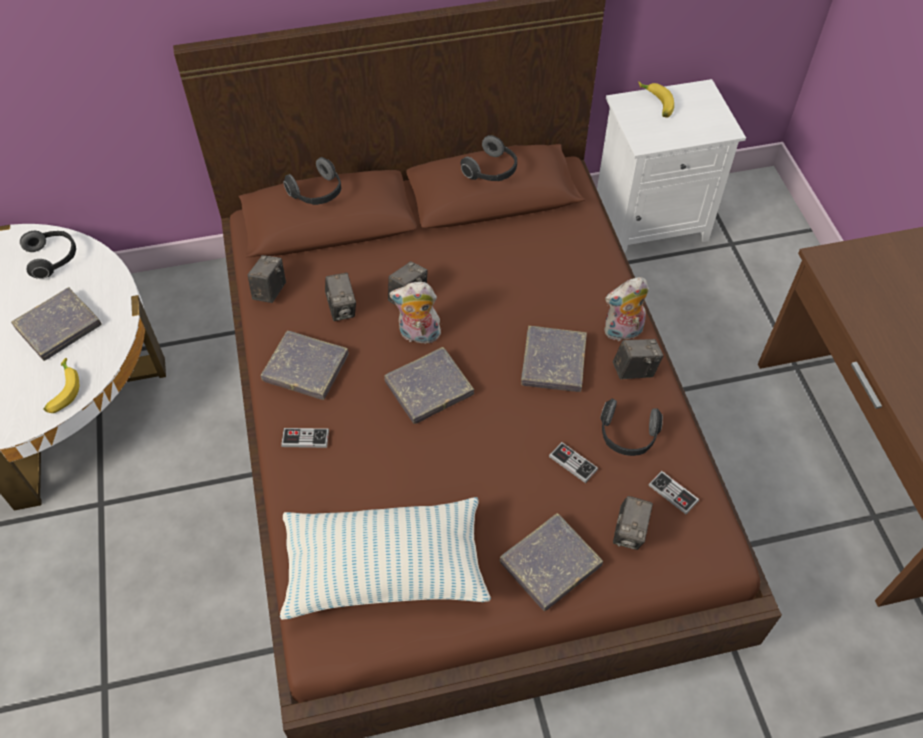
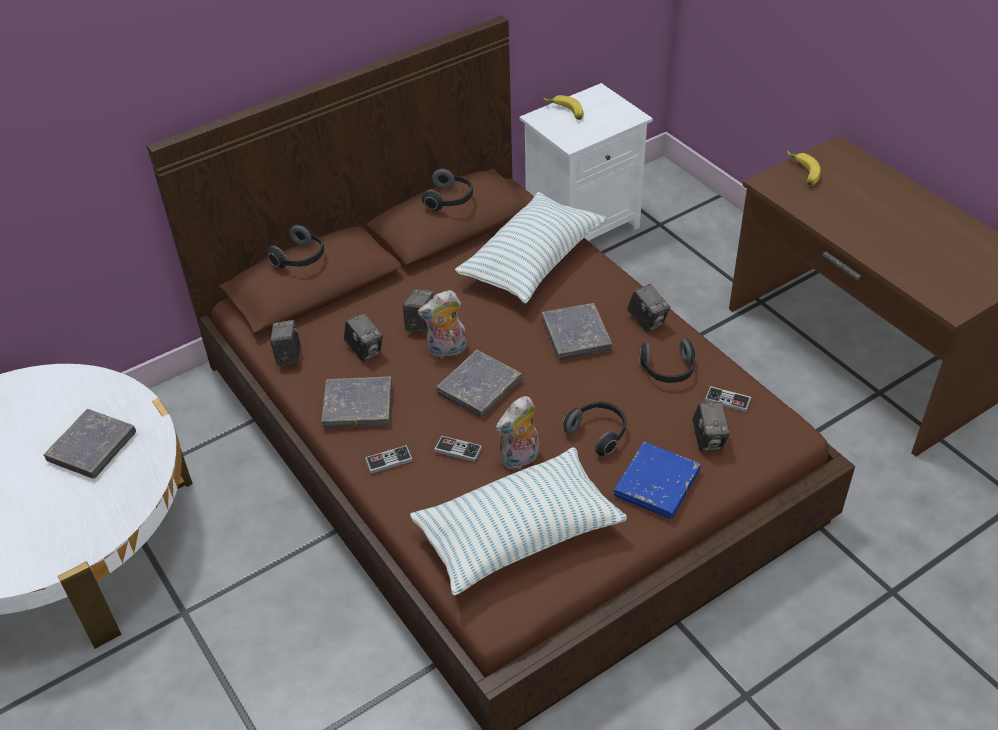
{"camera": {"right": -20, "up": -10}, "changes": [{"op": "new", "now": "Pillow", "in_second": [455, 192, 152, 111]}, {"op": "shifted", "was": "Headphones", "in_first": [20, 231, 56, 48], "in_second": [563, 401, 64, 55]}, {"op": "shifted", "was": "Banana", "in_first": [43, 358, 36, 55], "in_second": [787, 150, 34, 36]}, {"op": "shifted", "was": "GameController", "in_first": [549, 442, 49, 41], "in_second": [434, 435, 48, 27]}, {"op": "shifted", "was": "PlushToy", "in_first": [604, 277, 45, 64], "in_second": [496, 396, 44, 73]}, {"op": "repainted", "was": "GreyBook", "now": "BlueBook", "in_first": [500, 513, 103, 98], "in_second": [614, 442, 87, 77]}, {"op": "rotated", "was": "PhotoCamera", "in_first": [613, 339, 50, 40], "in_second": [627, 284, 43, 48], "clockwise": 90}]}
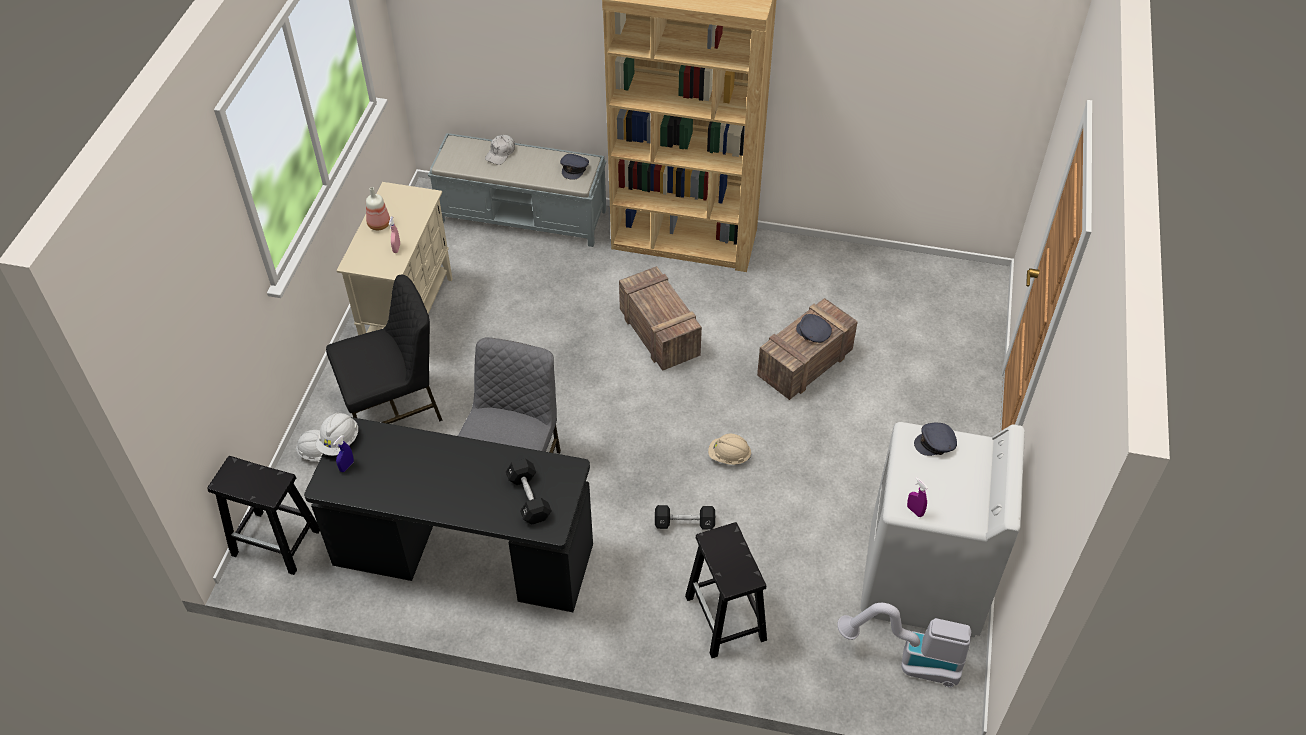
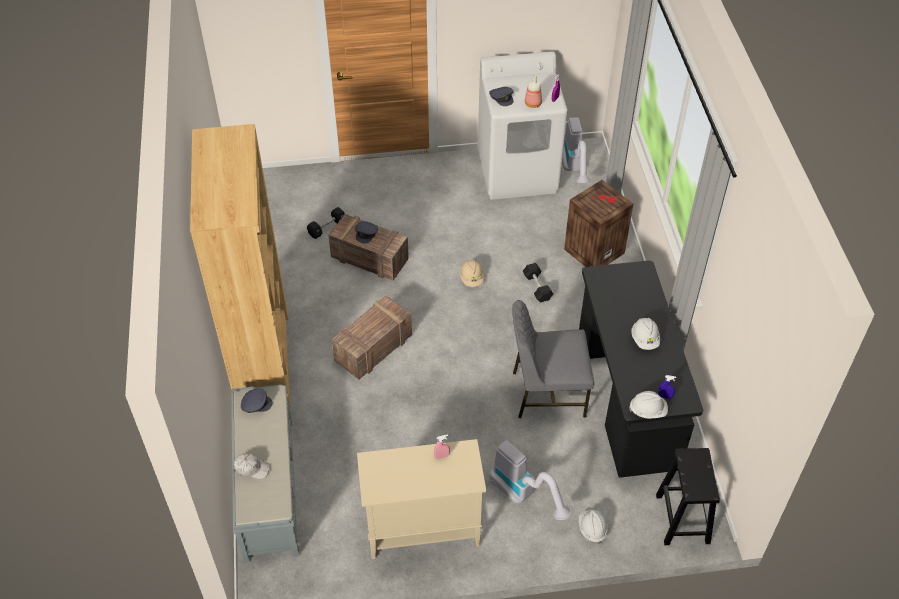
{"camera": {"right": -110, "up": 0}, "changes": [{"op": "new", "now": "WhiteHardHat", "in_second": [631, 318, 29, 32]}, {"op": "shifted", "was": "Bottle", "in_first": [366, 187, 24, 43], "in_second": [525, 75, 17, 33]}, {"op": "shifted", "was": "BlackDumbbell", "in_first": [506, 458, 46, 67], "in_second": [307, 207, 38, 32]}, {"op": "swapped", "was": "BlackChair", "now": "VacuumCleaner", "in_first": [326, 275, 117, 149], "in_second": [490, 440, 82, 80]}, {"op": "swapped", "was": "BlackStool", "now": "Crate", "in_first": [685, 522, 82, 136], "in_second": [564, 180, 69, 87]}]}
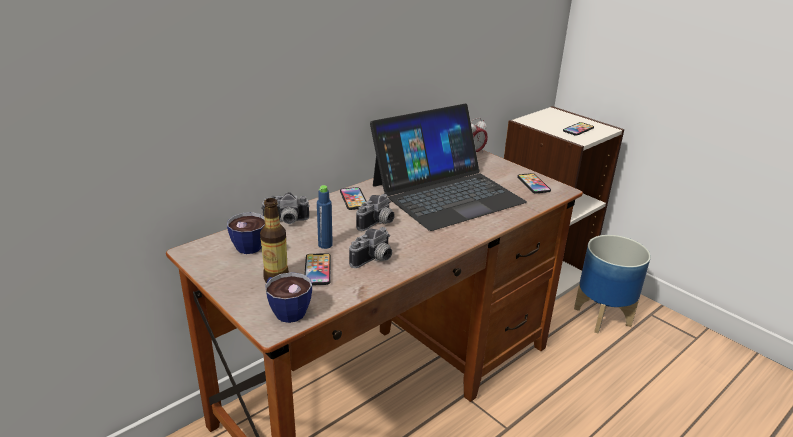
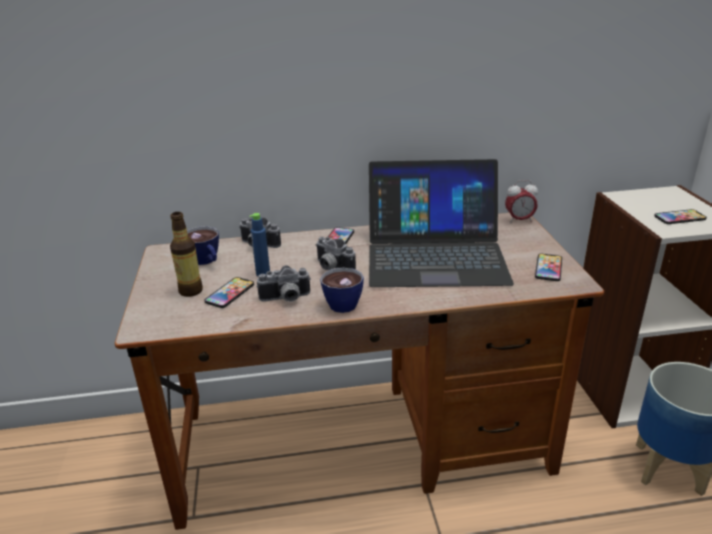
{"camera": {"right": 35, "up": 0}, "changes": [{"op": "shifted", "was": "Cup", "in_first": [265, 272, 47, 51], "in_second": [320, 268, 44, 45]}, {"op": "rotated", "was": "PhotoCamera", "in_first": [356, 194, 39, 37], "in_second": [316, 237, 40, 33], "clockwise": 60}]}
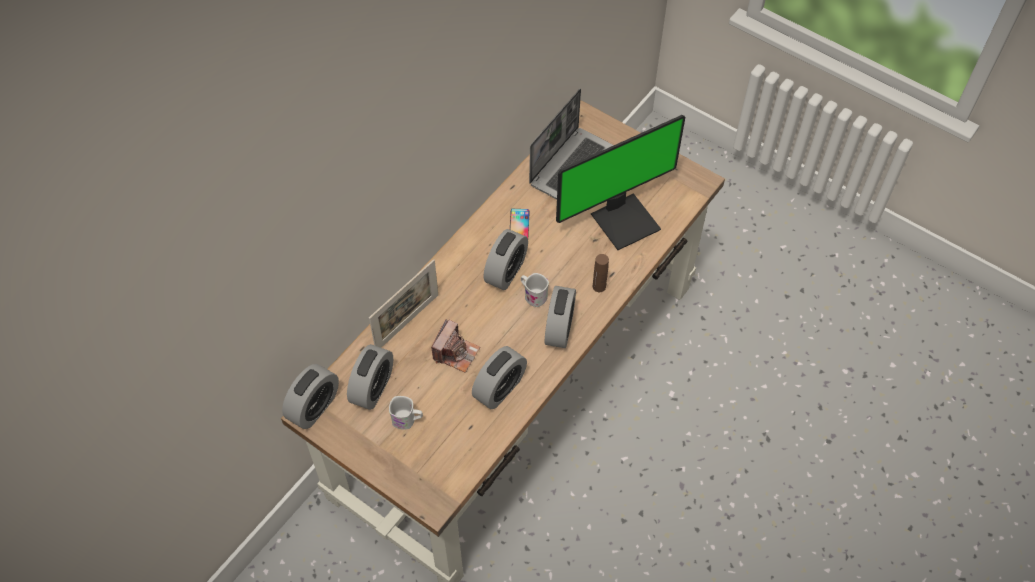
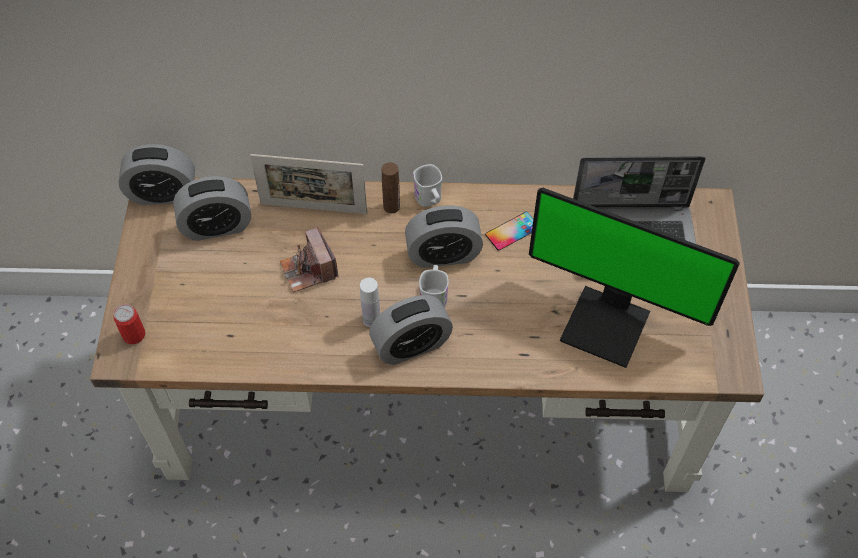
{"camera": {"right": 55, "up": 0}, "changes": [{"op": "gone", "was": "AlarmClock", "in_first": [472, 346, 55, 63]}, {"op": "new", "now": "Can", "in_second": [113, 304, 33, 40]}, {"op": "new", "now": "WhiteBottle", "in_second": [360, 278, 20, 49]}, {"op": "shifted", "was": "WhiteMug", "in_first": [389, 396, 34, 34], "in_second": [413, 164, 29, 43]}, {"op": "shifted", "was": "BrownBottle", "in_first": [593, 254, 16, 38], "in_second": [382, 162, 18, 51]}, {"op": "rotated", "was": "PhotoCamera", "in_first": [431, 319, 49, 53], "in_second": [280, 227, 59, 66], "clockwise": 75}]}
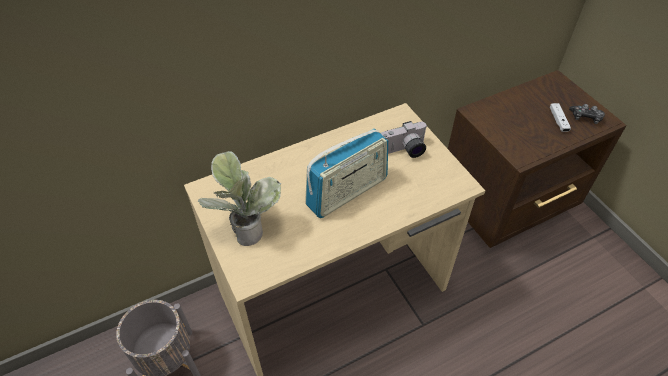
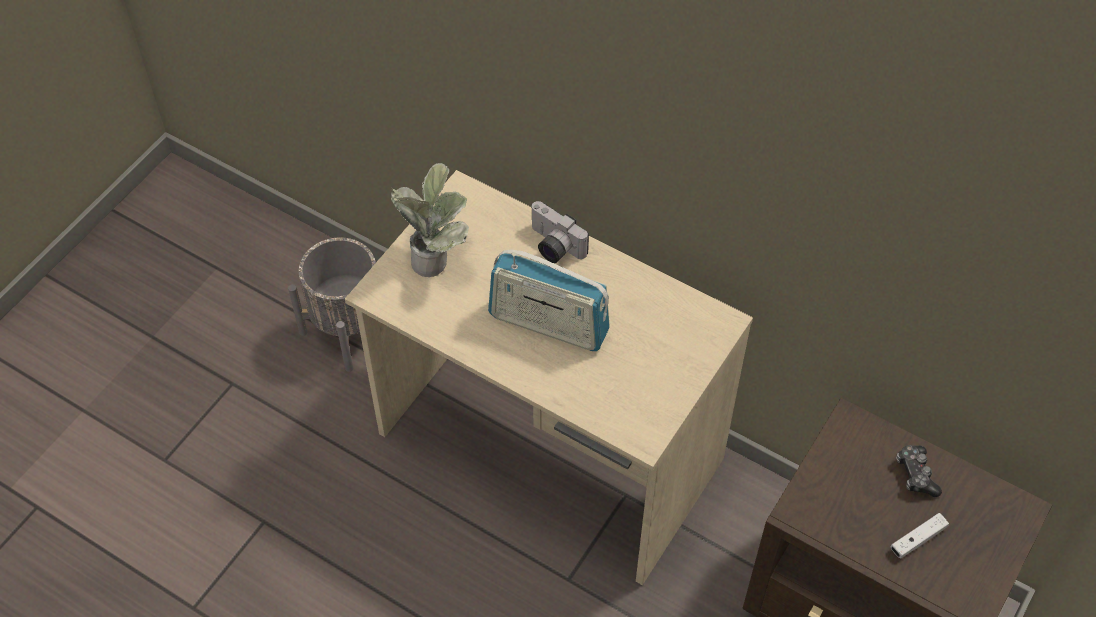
{"camera": {"right": 60, "up": 5}, "changes": [{"op": "shifted", "was": "PhotoCamera", "in_first": [381, 121, 46, 37], "in_second": [530, 201, 59, 62]}, {"op": "shifted", "was": "GameController", "in_first": [569, 104, 36, 20], "in_second": [897, 445, 45, 52]}]}
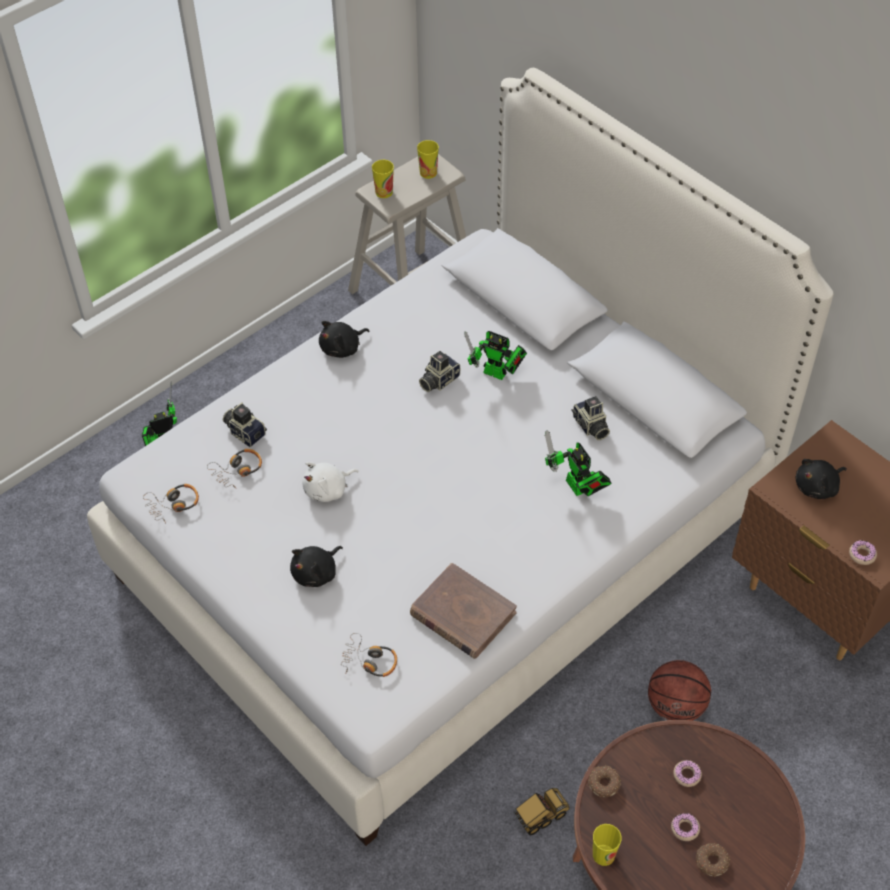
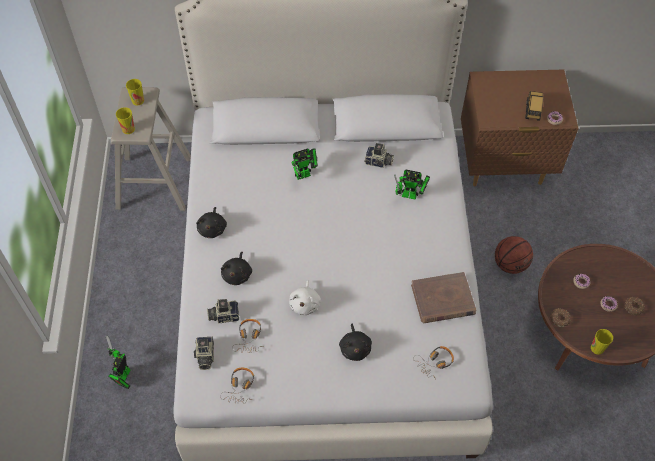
{"camera": {"right": -50, "up": 5}, "changes": [{"op": "shifted", "was": "PhotoCamera", "in_first": [419, 351, 41, 41], "in_second": [194, 336, 20, 34]}, {"op": "shifted", "was": "ToyTruck", "in_first": [514, 788, 56, 48], "in_second": [525, 91, 19, 30]}, {"op": "shifted", "was": "BlackPlushToy", "in_first": [795, 459, 52, 40], "in_second": [221, 252, 31, 33]}]}
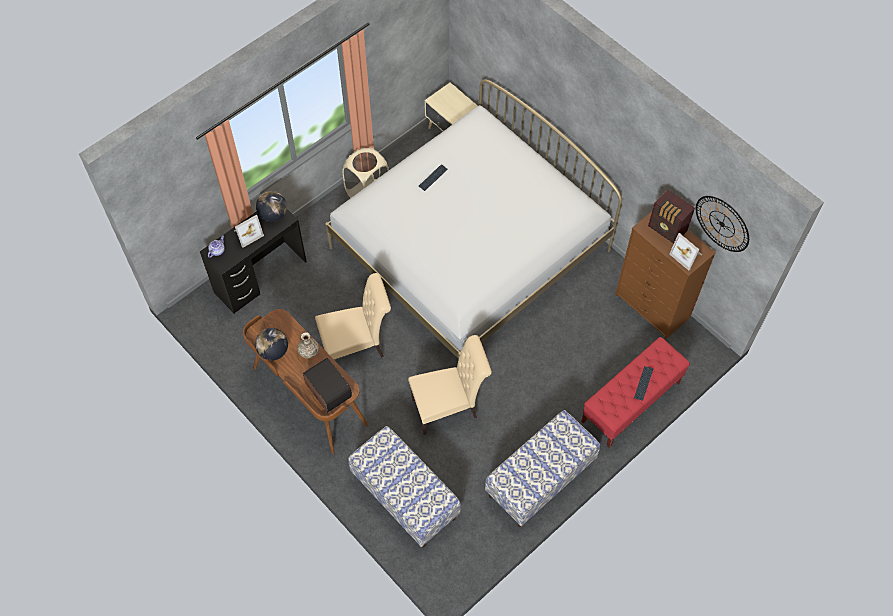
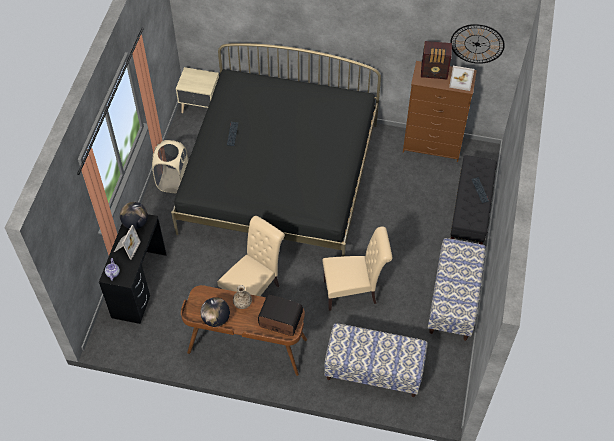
{"camera": {"right": -35, "up": -5}, "changes": [{"op": "repainted", "was": "WhiteBed", "now": "BlackBed", "in_first": [325, 80, 297, 280], "in_second": [171, 43, 210, 214]}, {"op": "repainted", "was": "RedBench", "now": "BlackBench", "in_first": [581, 337, 109, 111], "in_second": [450, 155, 47, 90]}, {"op": "rotated", "was": "BeigeChair", "in_first": [408, 335, 84, 100], "in_second": [322, 227, 70, 84], "clockwise": 45}]}
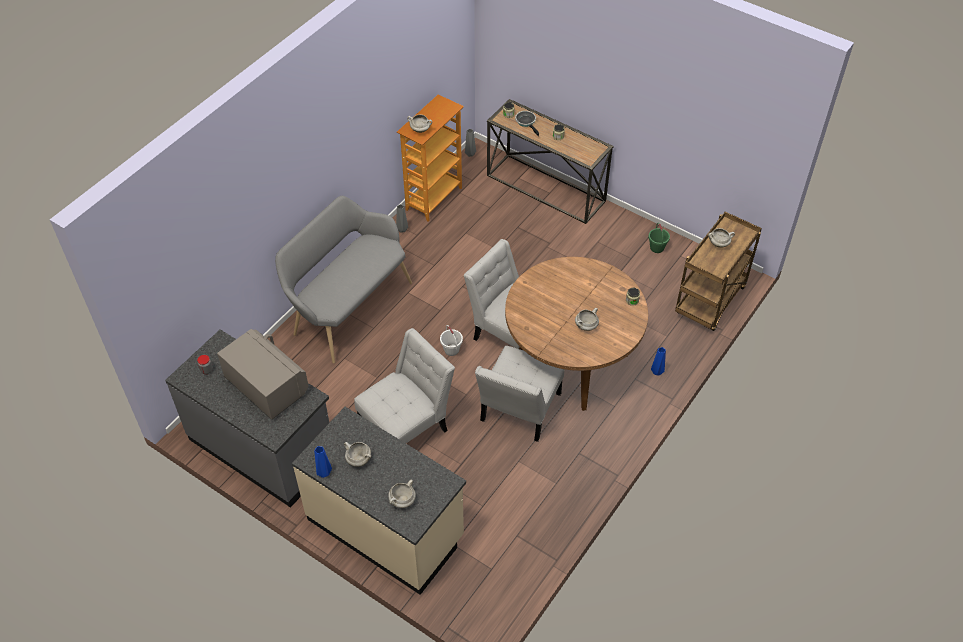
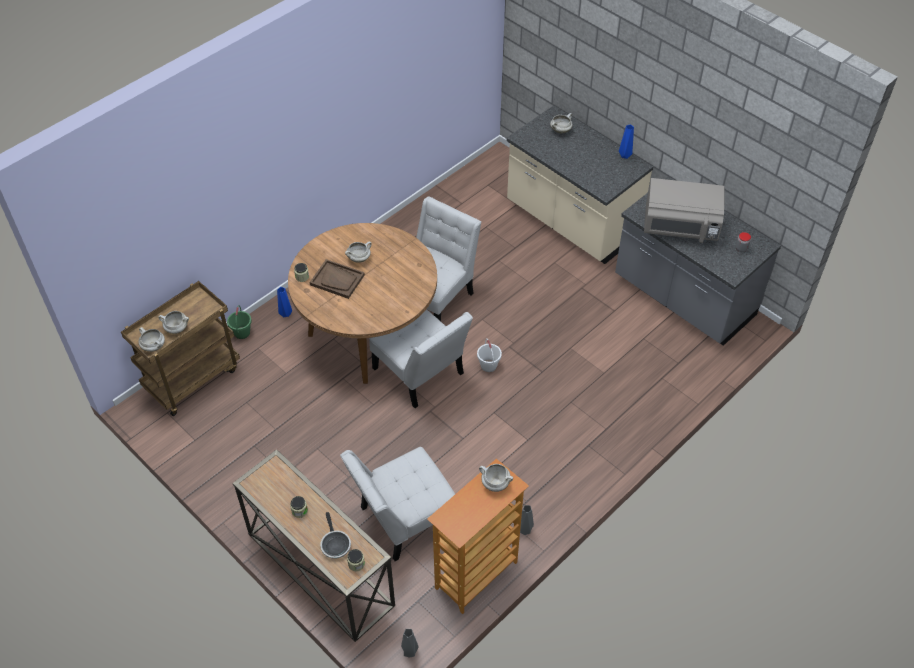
{"camera": {"right": -170, "up": 0}, "changes": [{"op": "gone", "was": "GreyBench", "in_first": [275, 196, 137, 168]}, {"op": "new", "now": "BrownTray", "in_second": [309, 259, 56, 40]}, {"op": "shifted", "was": "WhiteCookingPot", "in_first": [344, 442, 27, 25], "in_second": [138, 327, 27, 25]}, {"op": "shifted", "was": "WhiteChair", "in_first": [354, 328, 101, 115], "in_second": [340, 447, 115, 114]}, {"op": "shifted", "was": "GreenBucket", "in_first": [648, 223, 22, 30], "in_second": [227, 305, 25, 34]}, {"op": "rotated", "was": "GreyMicrowave", "in_first": [217, 329, 92, 91], "in_second": [644, 178, 81, 65], "clockwise": -45}]}
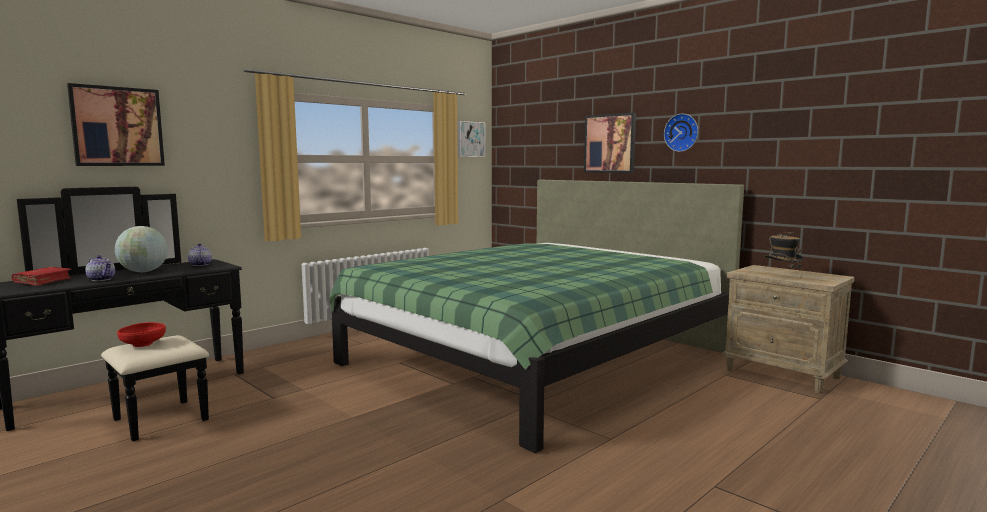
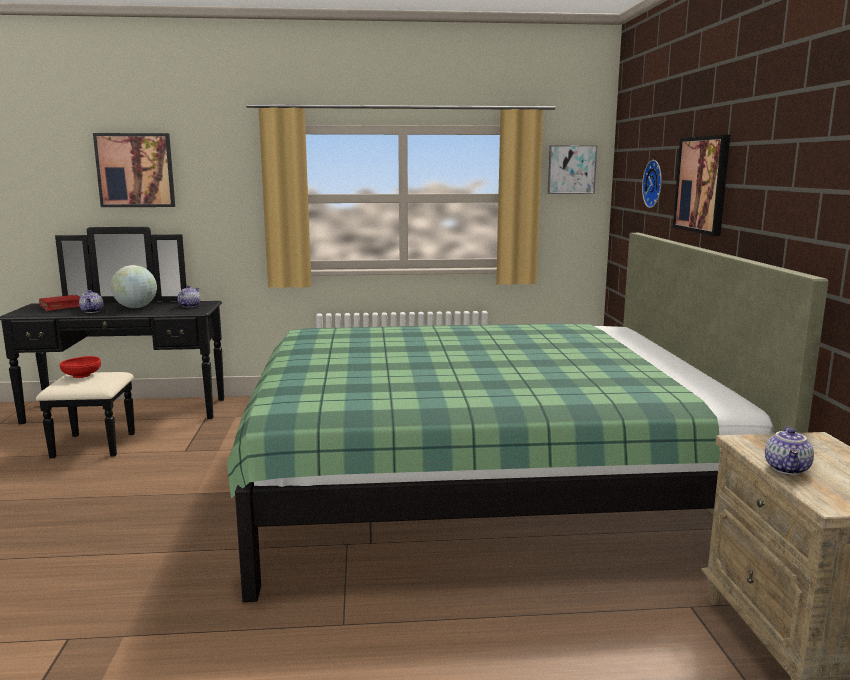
{"camera": {"right": 40, "up": 5}, "changes": [{"op": "shifted", "was": "WallClock", "in_first": [664, 114, 34, 38], "in_second": [642, 160, 20, 48]}, {"op": "swapped", "was": "Hat", "now": "Teapot", "in_first": [764, 232, 39, 37], "in_second": [765, 427, 49, 48]}]}
